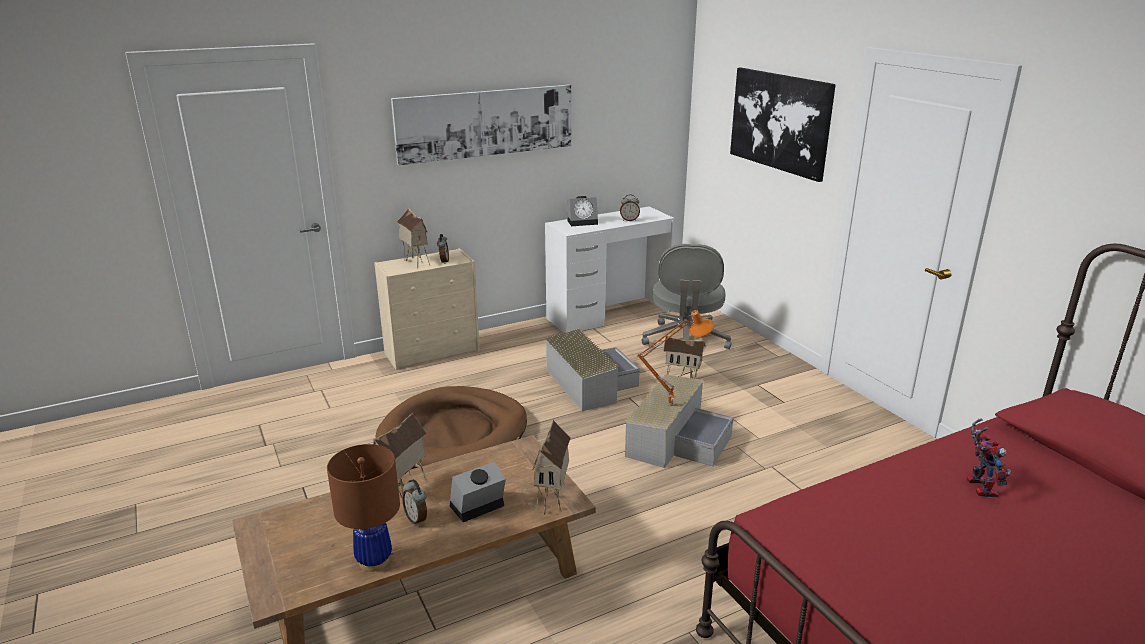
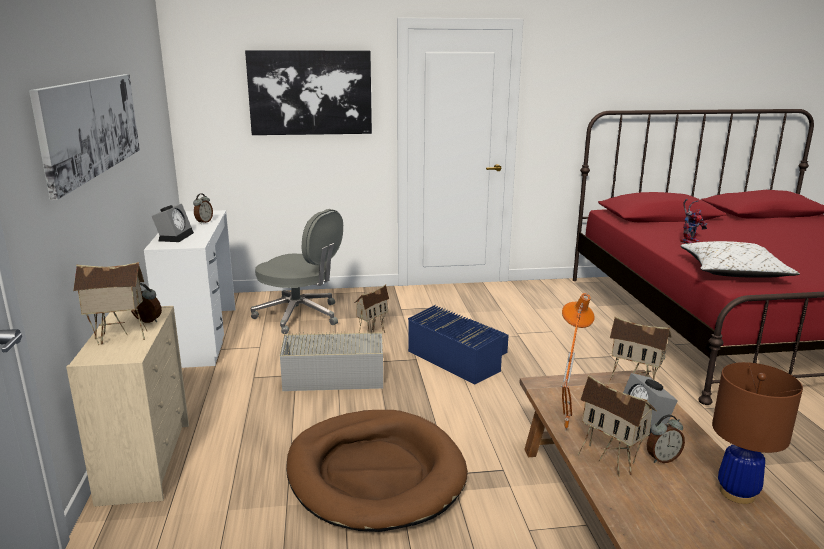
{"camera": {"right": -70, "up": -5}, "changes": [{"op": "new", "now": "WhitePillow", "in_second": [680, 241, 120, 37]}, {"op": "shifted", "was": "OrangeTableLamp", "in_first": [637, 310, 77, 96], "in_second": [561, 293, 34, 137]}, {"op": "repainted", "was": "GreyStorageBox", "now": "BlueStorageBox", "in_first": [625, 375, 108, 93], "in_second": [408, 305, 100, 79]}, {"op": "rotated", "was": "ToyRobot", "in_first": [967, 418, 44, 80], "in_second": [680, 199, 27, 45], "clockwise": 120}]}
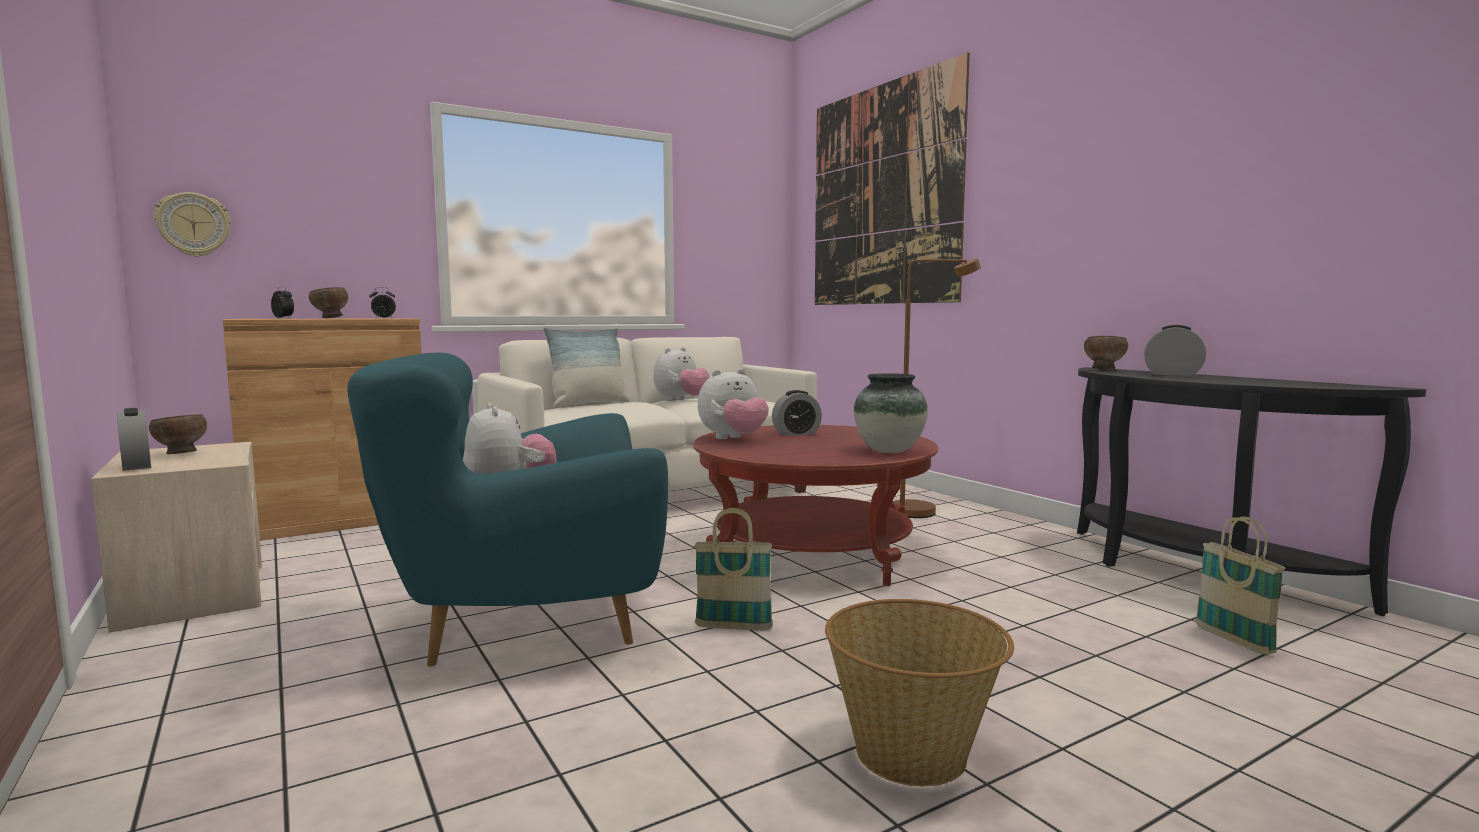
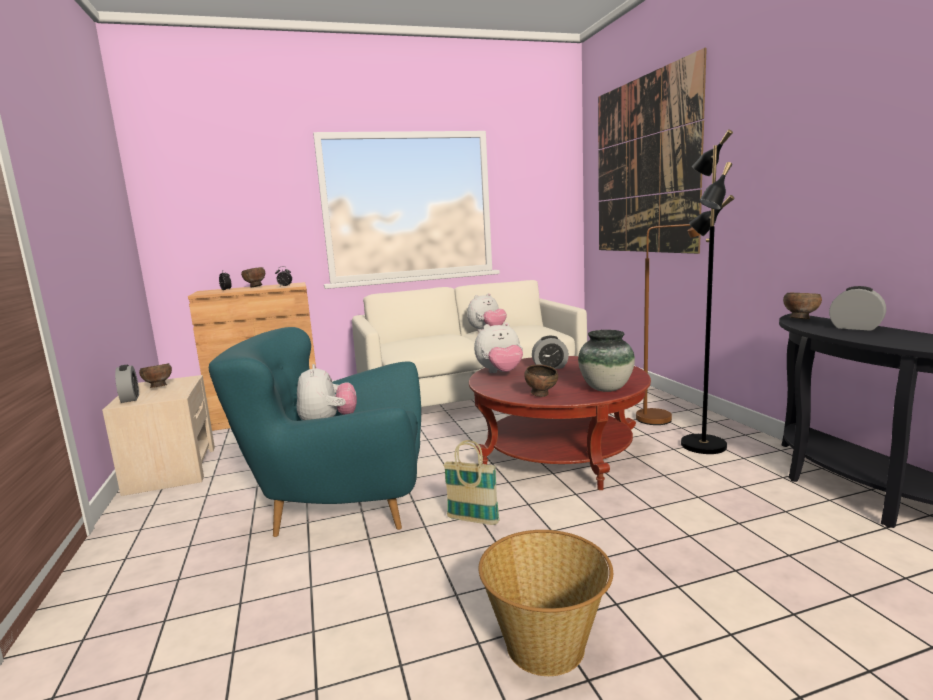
{"camera": {"right": 15, "up": 5}, "changes": [{"op": "gone", "was": "WallClock", "in_first": [154, 192, 77, 65]}, {"op": "gone", "was": "Pillow", "in_first": [543, 328, 87, 80]}, {"op": "gone", "was": "Basket", "in_first": [1195, 517, 91, 138]}, {"op": "new", "now": "BrownBowl", "in_second": [524, 364, 34, 33]}, {"op": "new", "now": "BlackFloorLamp", "in_second": [681, 129, 53, 325]}]}
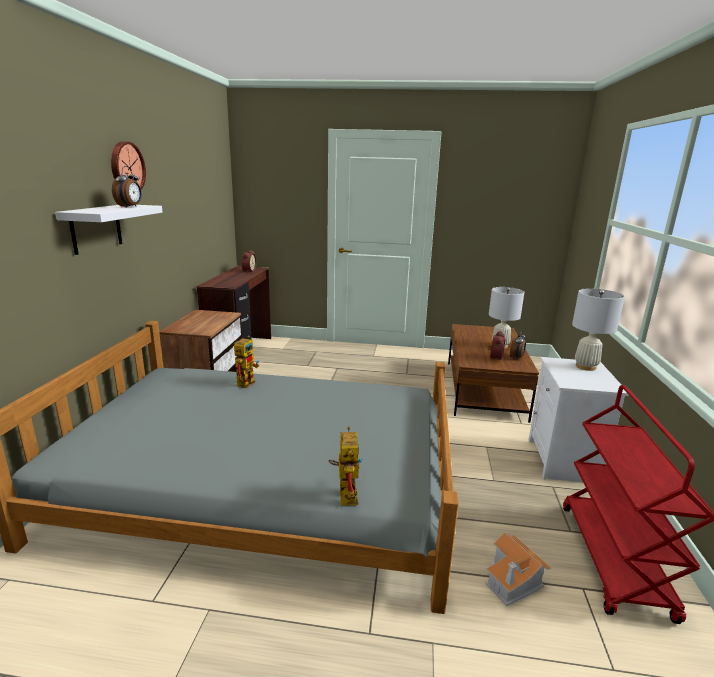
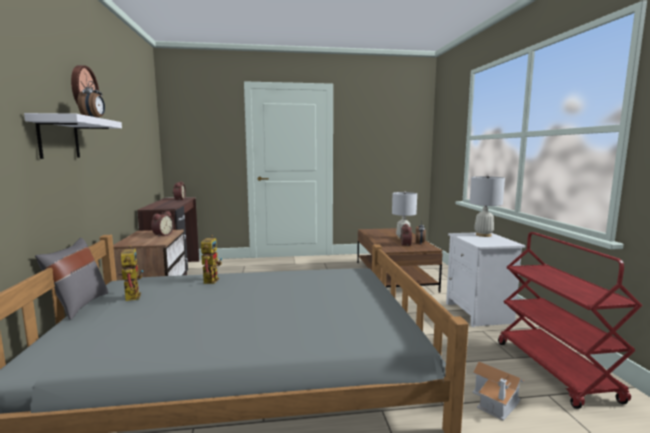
{"camera": {"right": -15, "up": -10}, "changes": [{"op": "new", "now": "GreyPillow", "in_second": [35, 238, 73, 82]}, {"op": "new", "now": "AlarmClock", "in_second": [151, 211, 23, 26]}, {"op": "shifted", "was": "ToyRobot", "in_first": [329, 426, 33, 80], "in_second": [118, 246, 26, 55]}]}
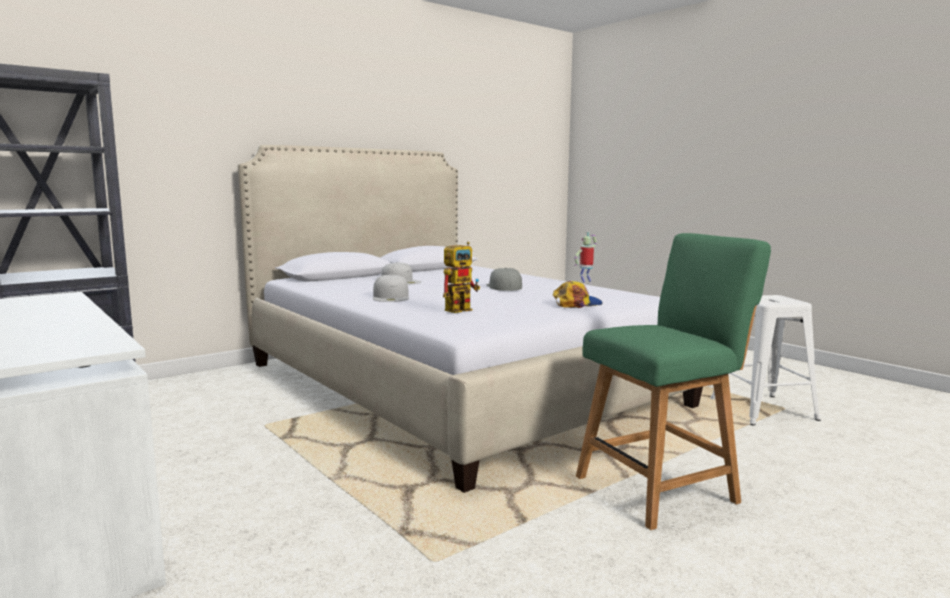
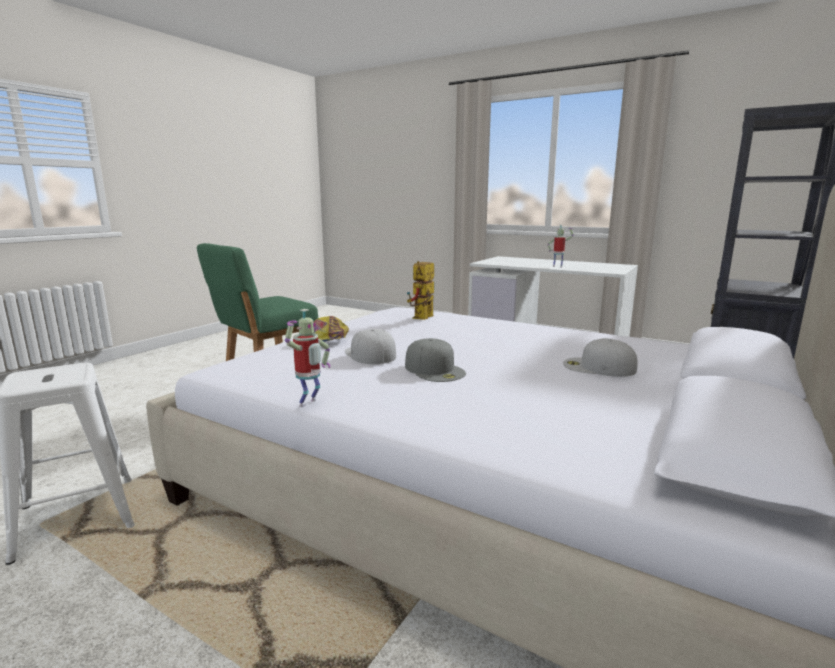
{"camera": {"right": 160, "up": 5}, "changes": [{"op": "new", "now": "ToyRobot", "in_second": [547, 225, 27, 42]}, {"op": "shifted", "was": "WhiteCap", "in_first": [373, 274, 36, 28], "in_second": [345, 329, 51, 35]}]}
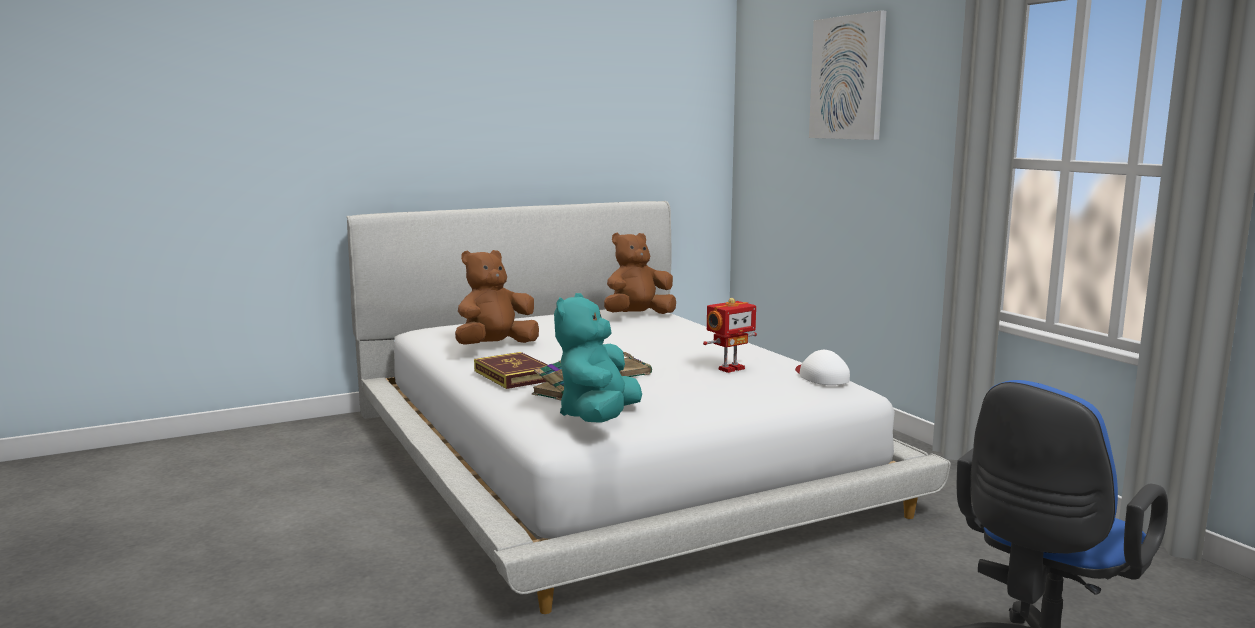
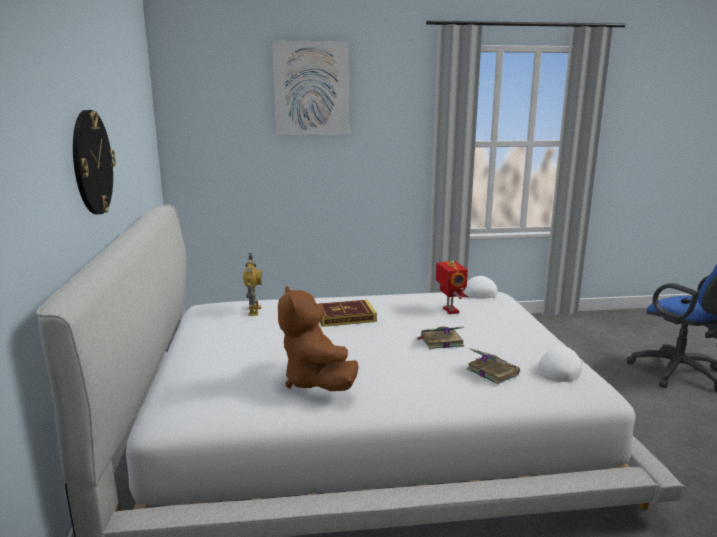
{"camera": {"right": -70, "up": 5}, "changes": [{"op": "new", "now": "WallClock", "in_second": [73, 110, 43, 104]}, {"op": "shifted", "was": "Book", "in_first": [474, 352, 74, 37], "in_second": [320, 300, 57, 27]}, {"op": "swapped", "was": "TurquoisePlushToy", "now": "WhiteCap", "in_first": [554, 293, 88, 130], "in_second": [538, 346, 44, 36]}, {"op": "swapped", "was": "BrownPlushToy", "now": "ToyRobot", "in_first": [604, 233, 72, 81], "in_second": [243, 253, 19, 63]}]}
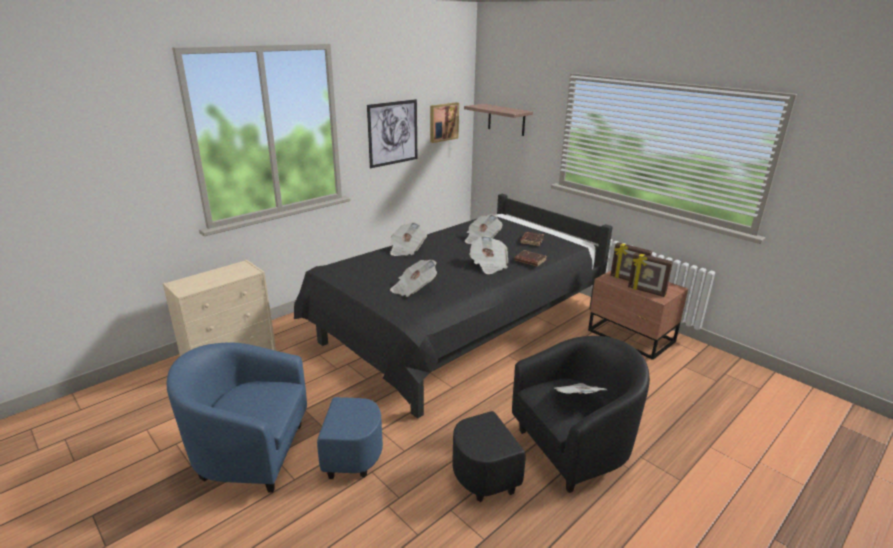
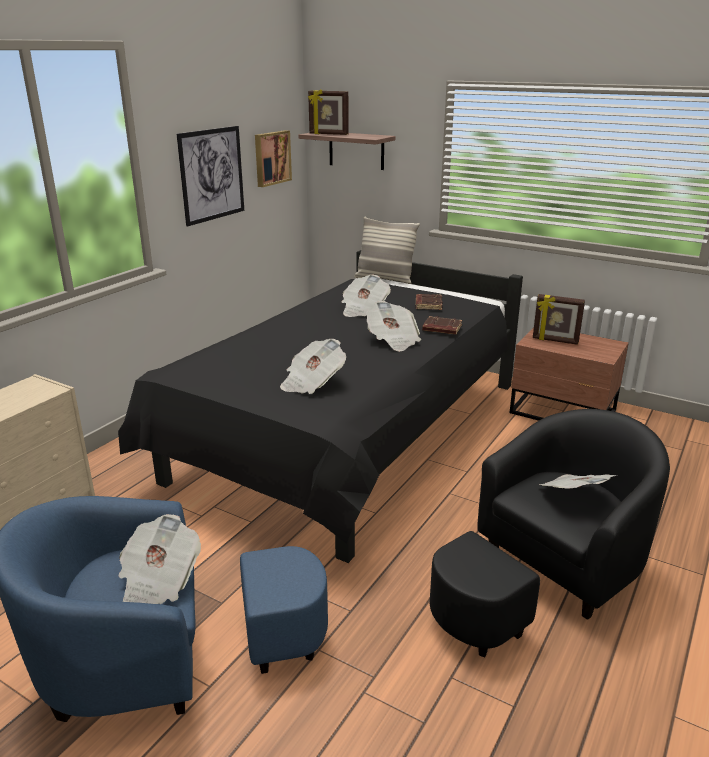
{"camera": {"right": -15, "up": 0}, "changes": [{"op": "new", "now": "Pillow", "in_second": [354, 216, 66, 68]}, {"op": "shifted", "was": "Newspaper", "in_first": [390, 222, 37, 34], "in_second": [118, 514, 83, 90]}, {"op": "shifted", "was": "PictureFrame", "in_first": [628, 253, 45, 44], "in_second": [308, 89, 41, 46]}]}
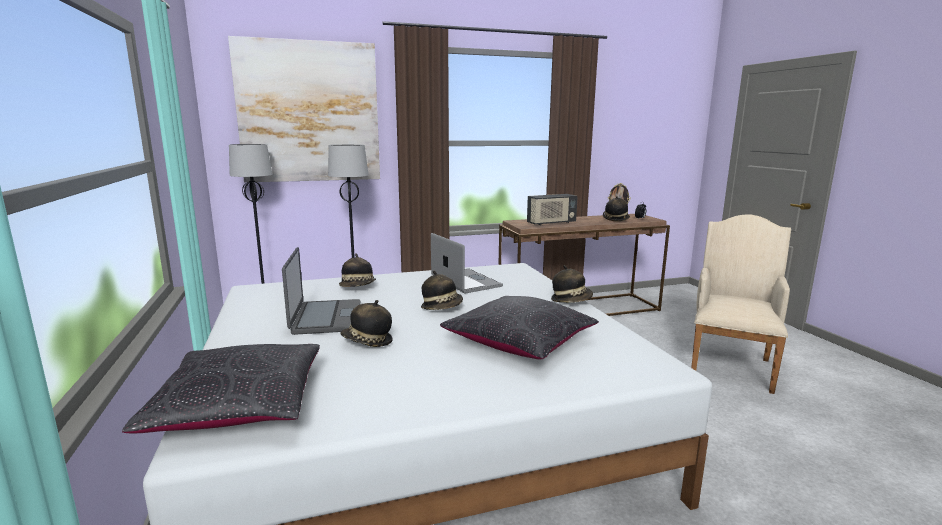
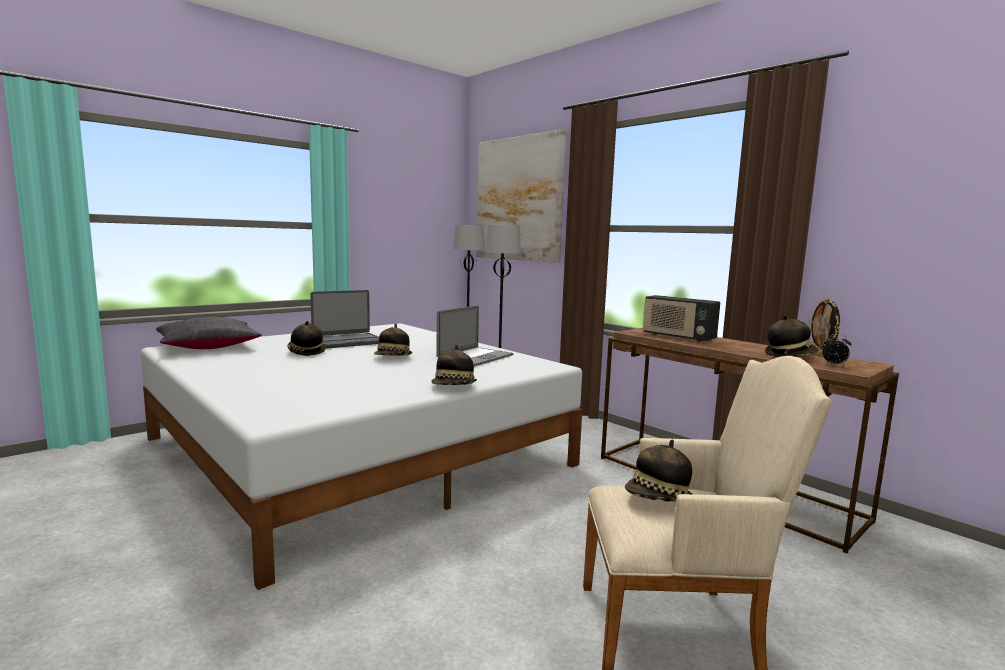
{"camera": {"right": 65, "up": -5}, "changes": [{"op": "gone", "was": "BlackPillow", "in_first": [440, 296, 159, 63]}, {"op": "shifted", "was": "Hat", "in_first": [339, 253, 37, 34], "in_second": [625, 440, 67, 62]}]}
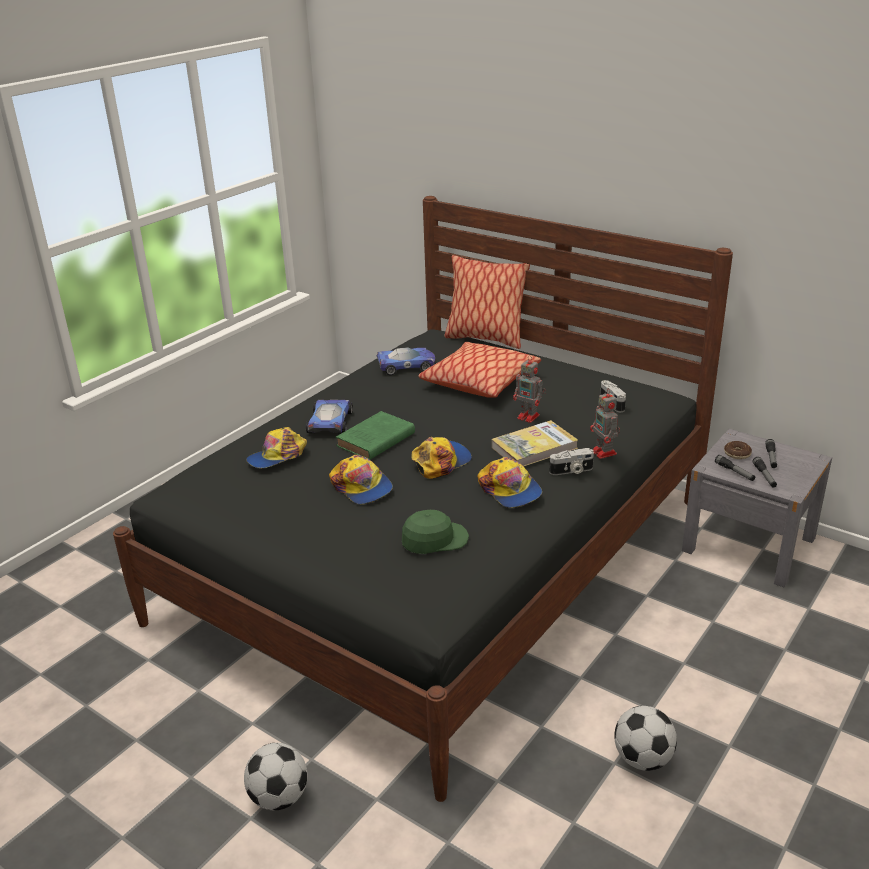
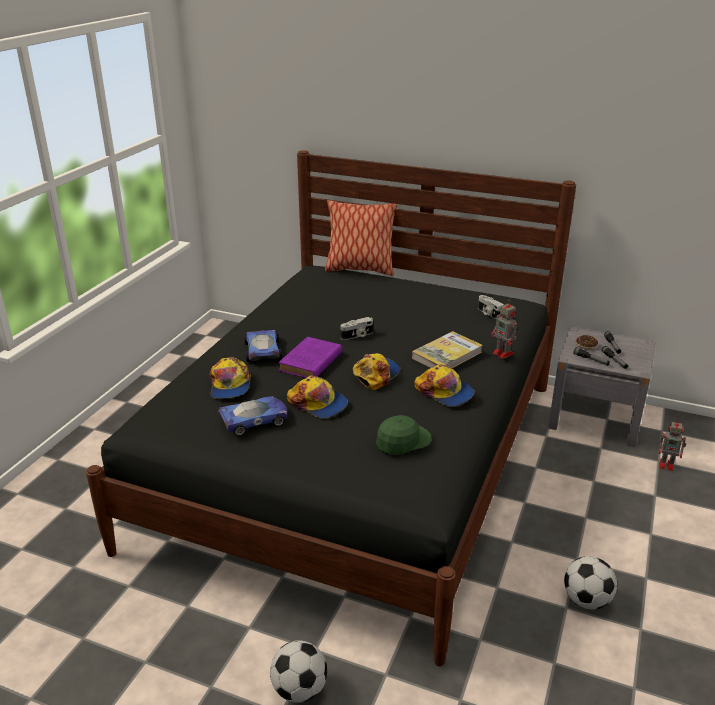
{"camera": {"right": -15, "up": 0}, "changes": [{"op": "gone", "was": "Pillow", "in_first": [418, 342, 123, 56]}, {"op": "shifted", "was": "ToyCar", "in_first": [377, 347, 58, 28], "in_second": [218, 396, 69, 40]}, {"op": "shifted", "was": "ToyRobot", "in_first": [513, 355, 32, 68], "in_second": [658, 419, 28, 52]}, {"op": "shifted", "was": "PhotoCamera", "in_first": [549, 448, 45, 27], "in_second": [340, 317, 33, 23]}, {"op": "repainted", "was": "GreenBook", "now": "PurpleBook", "in_first": [336, 411, 79, 49], "in_second": [278, 337, 64, 41]}, {"op": "rotated", "was": "Cap", "in_first": [246, 427, 61, 41], "in_second": [209, 357, 42, 42], "clockwise": -45}]}
